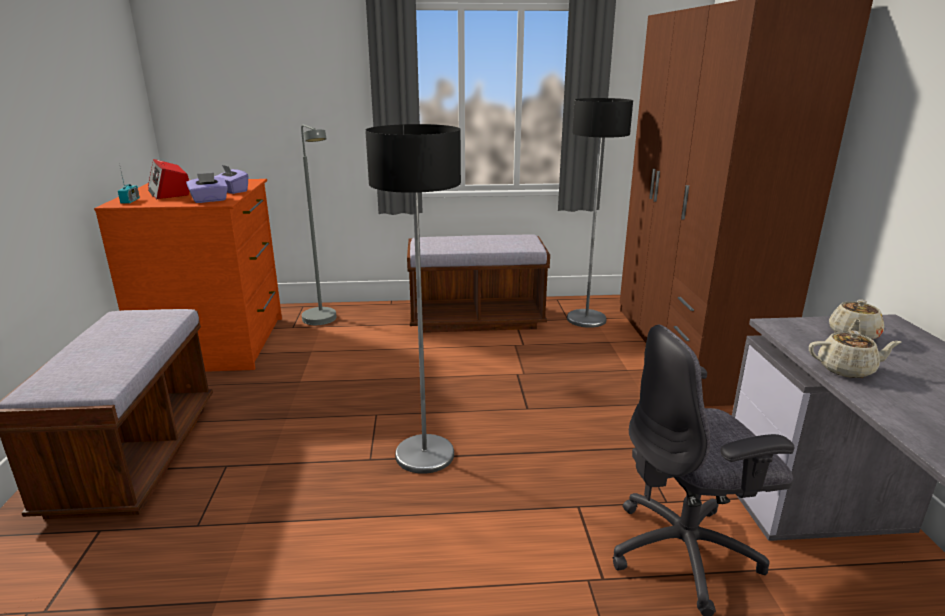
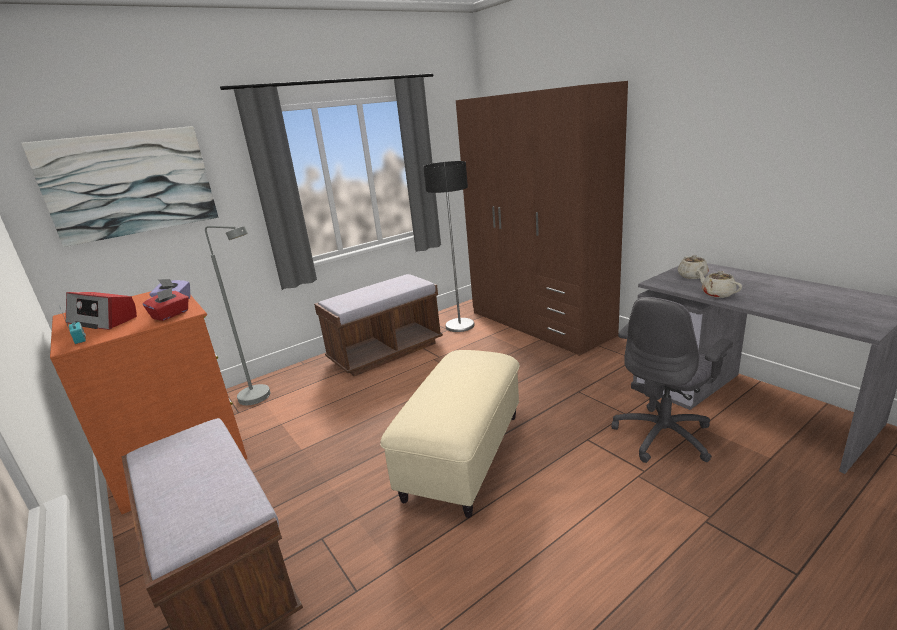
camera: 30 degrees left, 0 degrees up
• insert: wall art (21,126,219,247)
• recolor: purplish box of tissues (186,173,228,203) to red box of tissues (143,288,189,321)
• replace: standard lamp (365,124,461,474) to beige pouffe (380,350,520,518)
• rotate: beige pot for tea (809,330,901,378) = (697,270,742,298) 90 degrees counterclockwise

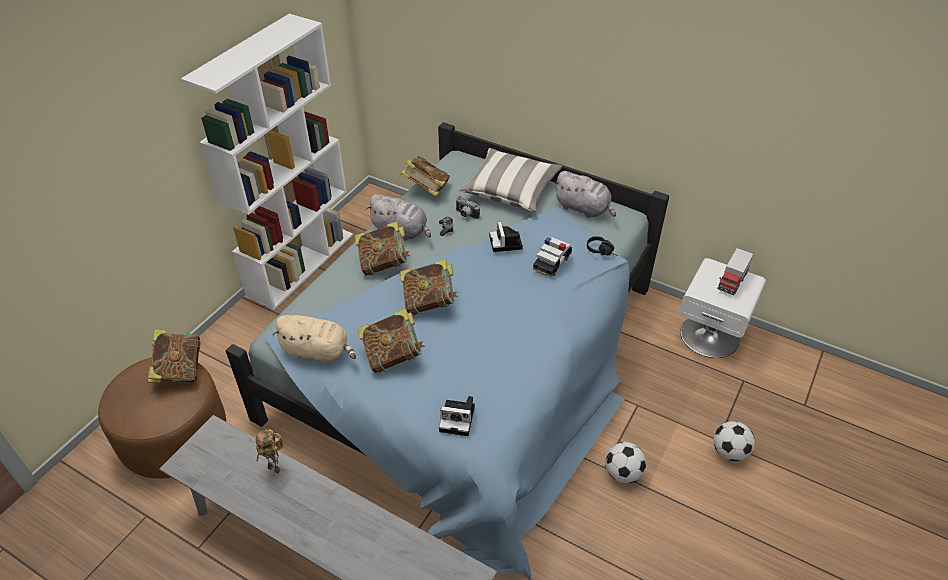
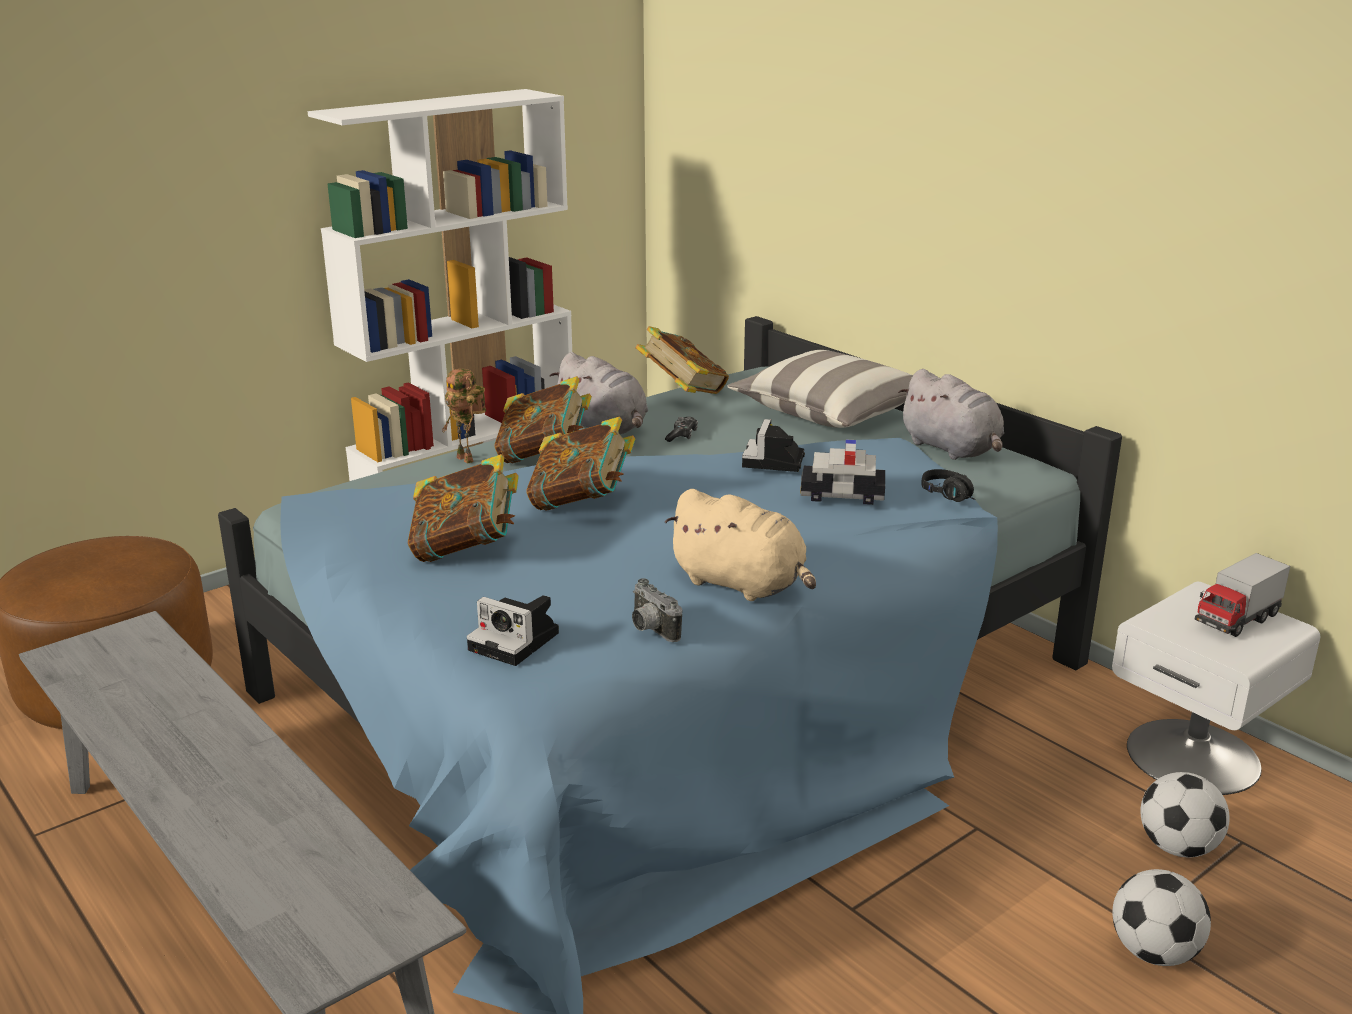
camera: 20 degrees right, 20 degrees down
• move: model robot (256,429,284,474) to (442,369,486,464)
• move: photo camera (456,196,480,219) to (632,578,682,642)
• move: beige cuddly toy (272,315,356,364) to (665,489,816,601)
• rotate: miniature car (533,237,572,277) = (800,440,885,505) 45 degrees clockwise
• move: football ball (605,442,646,483) to (1140,772,1230,857)
• delete: volume (147,329,201,383)

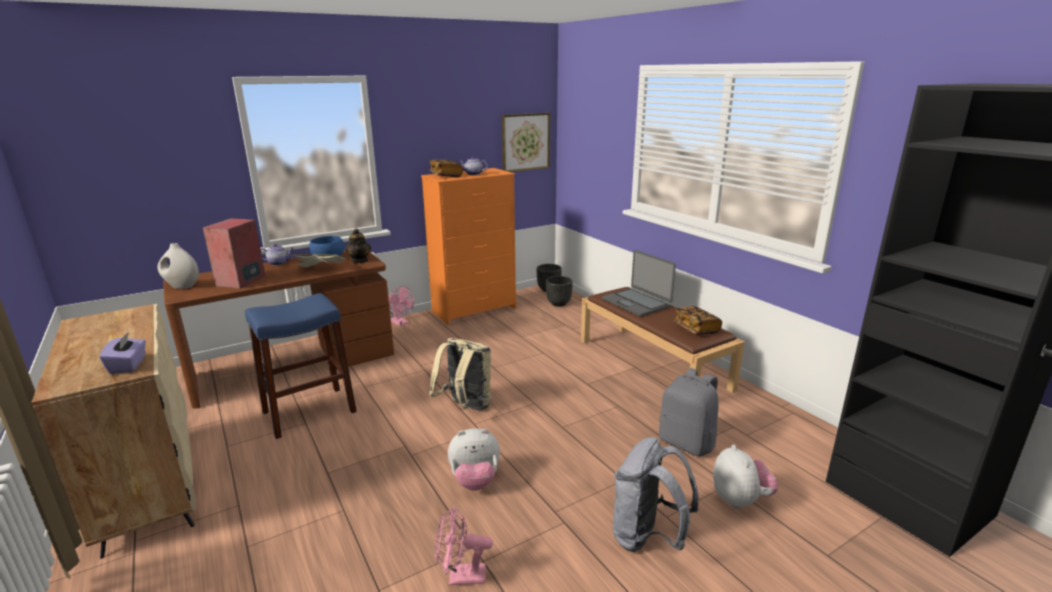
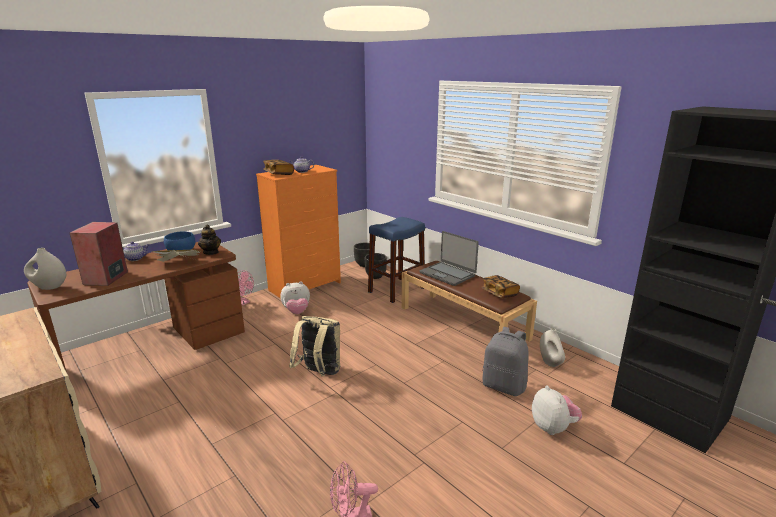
camera: 10 degrees left, 0 degrees up
• move: cuddly toy (448,428,500,491) to (281,281,310,314)
• move: blue-coloured sitting stool (245,293,357,439) to (368,217,425,303)
• insert: white vase (540,328,565,367)
• delete: purplish box of tissues (99,332,146,374)
• delete: wall art (502,113,550,172)
• delete: greyish backpack (613,437,699,552)

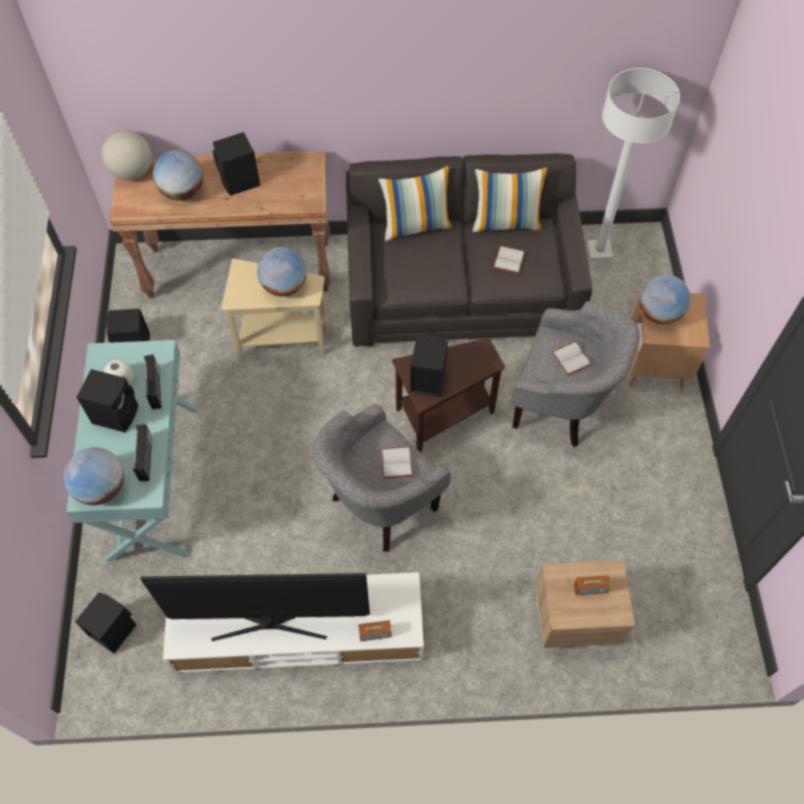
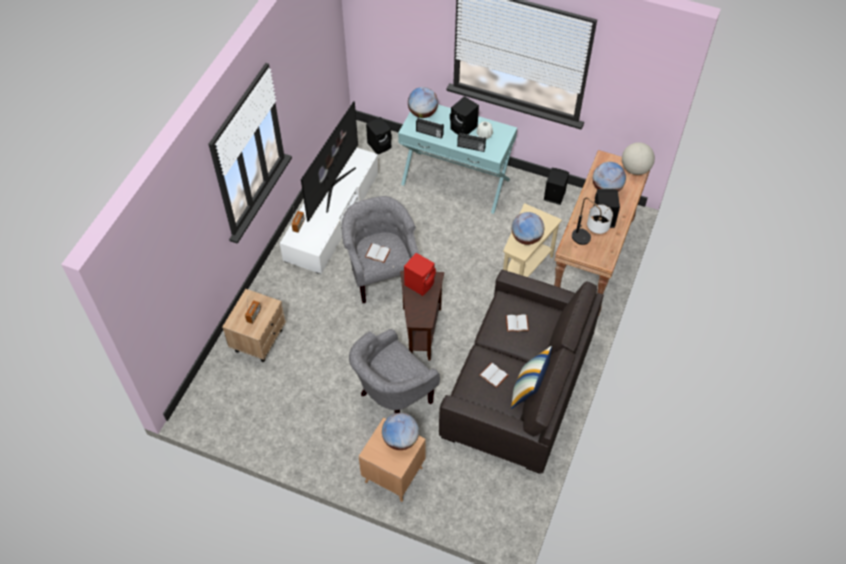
camera: 115 degrees right, 5 degrees down
• recolor: black-coloured audio speaker (410,336,448,397) to red audio speaker (404,253,436,296)
• move: white volume (552,341,591,376) to (506,314,529,332)
• insert: table lamp (572,198,613,245)
• delete: cushion (378,165,453,241)
• delete: white standard lamp (587,68,680,260)

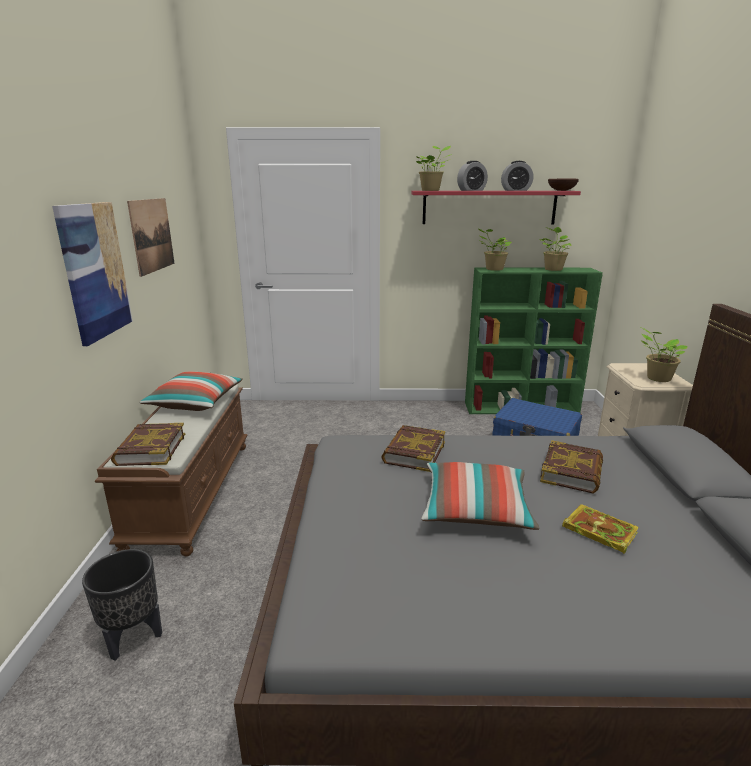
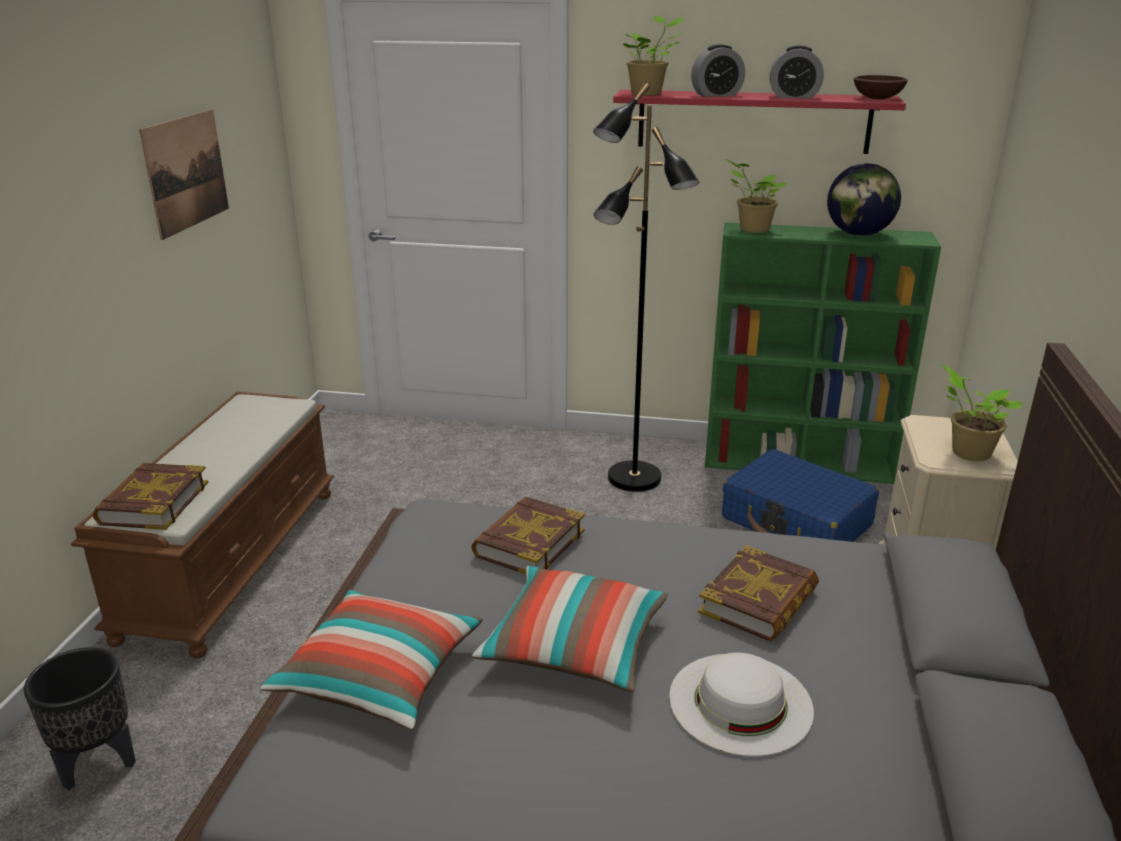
camera: 10 degrees right, 5 degrees up
• move: cushion (139,372,243,411) to (260,590,483,730)
• insert: black-coloured standard lamp (593,83,700,492)
• replace: volume (562,504,639,554) to white clothing hat (669,653,814,756)
• replace: potted plant (539,227,572,271) to desk globe (827,163,901,236)
• delete: wall art (52,202,133,346)

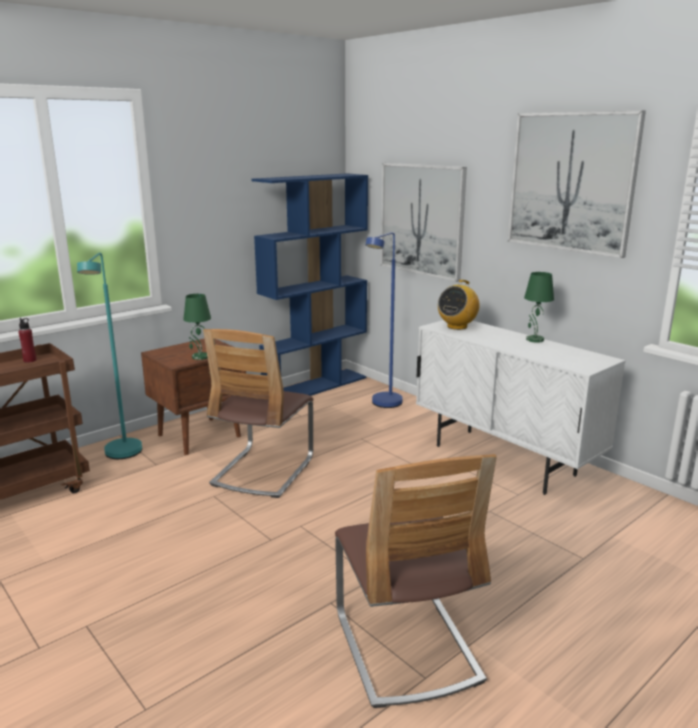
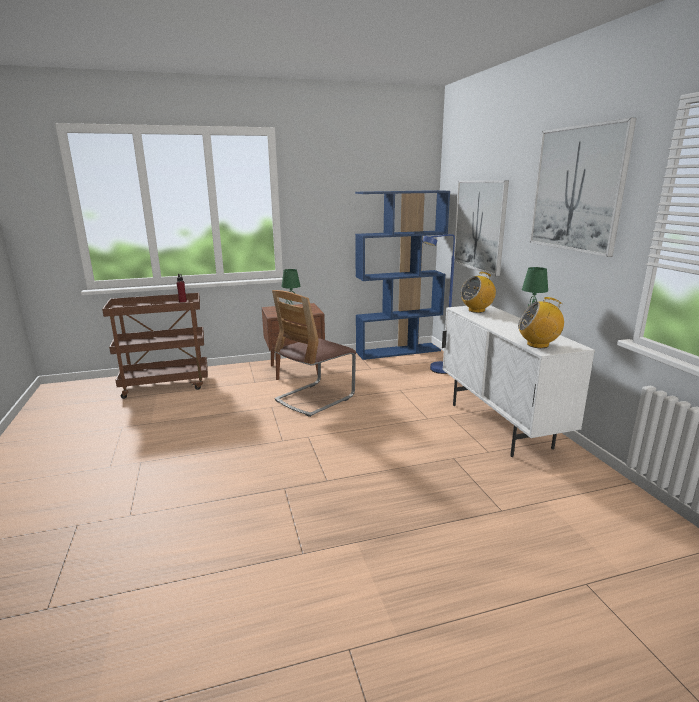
camera: 25 degrees right, 0 degrees up
• insert: radio set (518,297,564,348)
• delete: turquoise-coloured standard lamp (77,253,142,459)
• delete: plain chair (335,454,497,708)

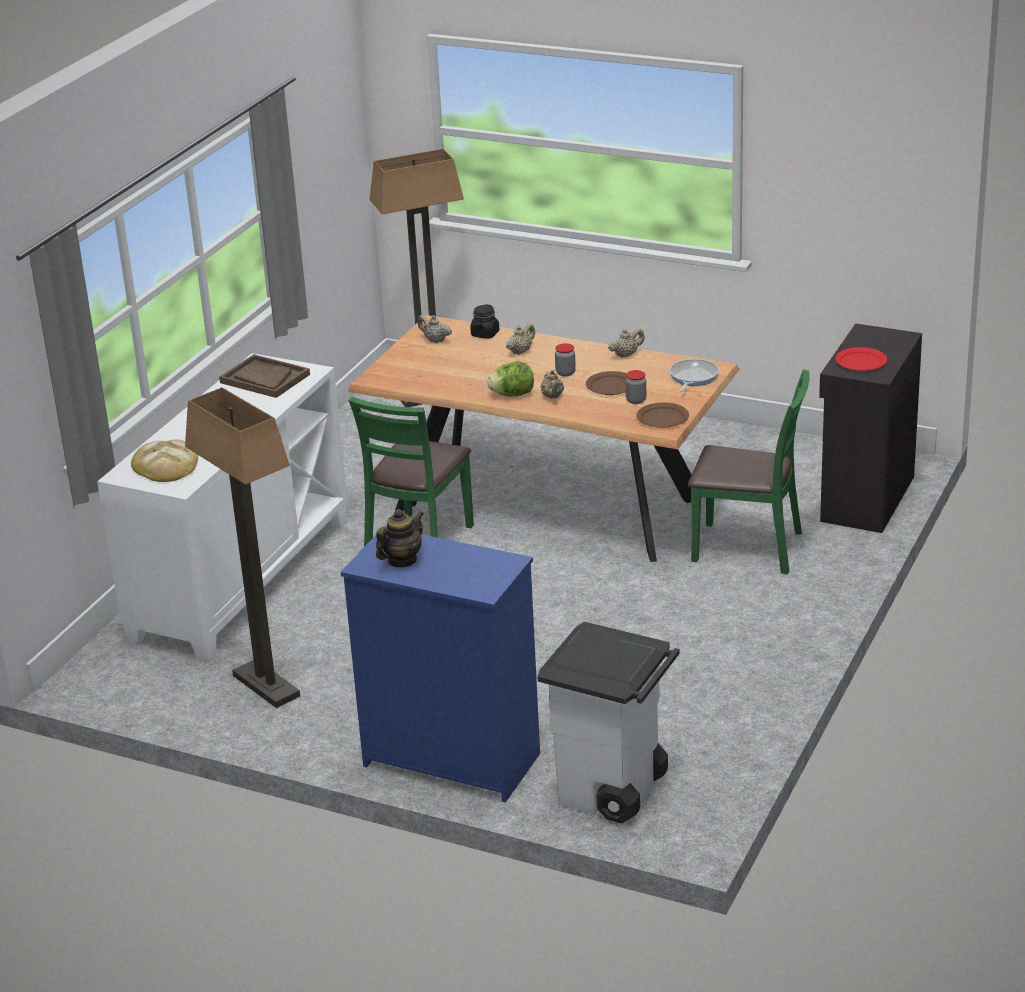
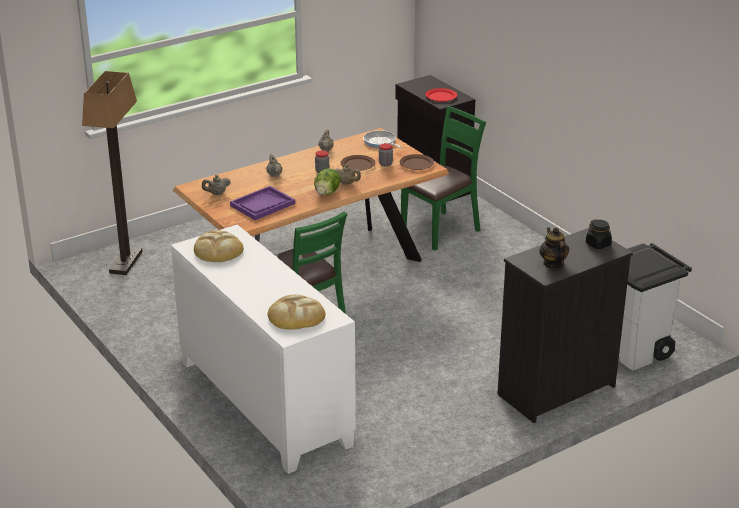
camera: 60 degrees left, 0 degrees up
• replace: brownish carrying tray (219,354,310,398) to bread (194,230,244,262)
• insert: purplish carrying tray (230,186,295,220)
• recolor: blue-coloured drawer chest (341,535,540,803) to black-coloured drawer chest (497,228,633,423)
• move: black-coloured storage jar (470,304,499,339) to (586,219,612,249)
• delete: standard lamp (185,387,300,708)

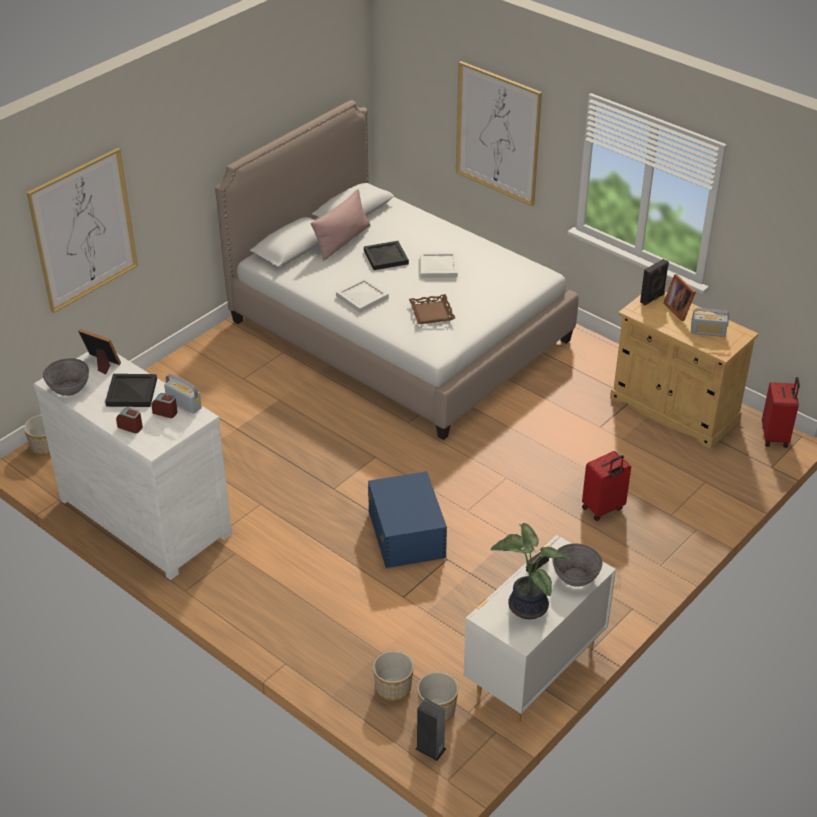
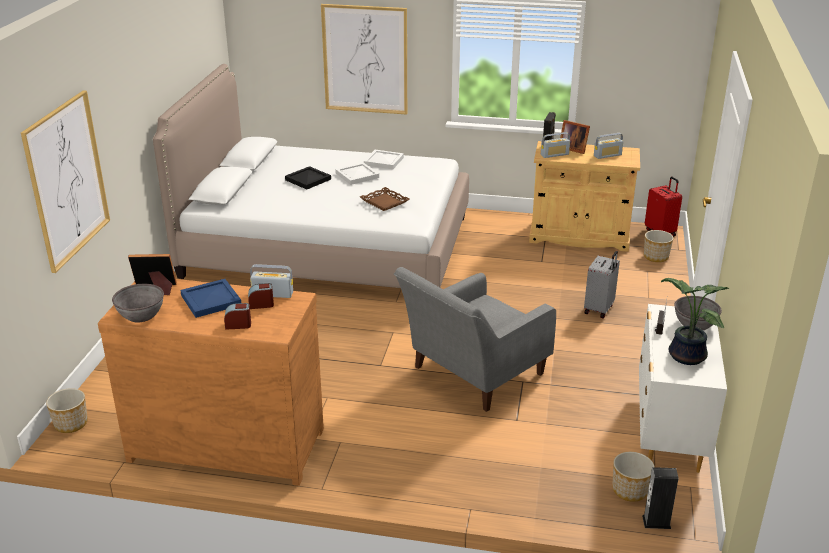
camera: 30 degrees left, 10 degrees down
• recolor: white drawer chest (34,352,232,580) to brownish drawer chest (98,279,324,486)
• recolor: black-coloured carrying tray (105,374,157,407) to blue-coloured carrying tray (180,279,241,318)
• move: white carrying tray (336,278,389,313) to (364,150,404,169)
• replace: blue-coloured storage container (368,471,447,568) to greyish armchair (394,267,556,412)
• insert: radio set (541,132,570,158)
• recolor: red piece of luggage (582,451,631,521) to greyish piece of luggage (584,251,620,318)
• move: flower pot (373,651,414,701) to (644,230,673,262)
• delete: pinkish cushion (311,189,370,261)

